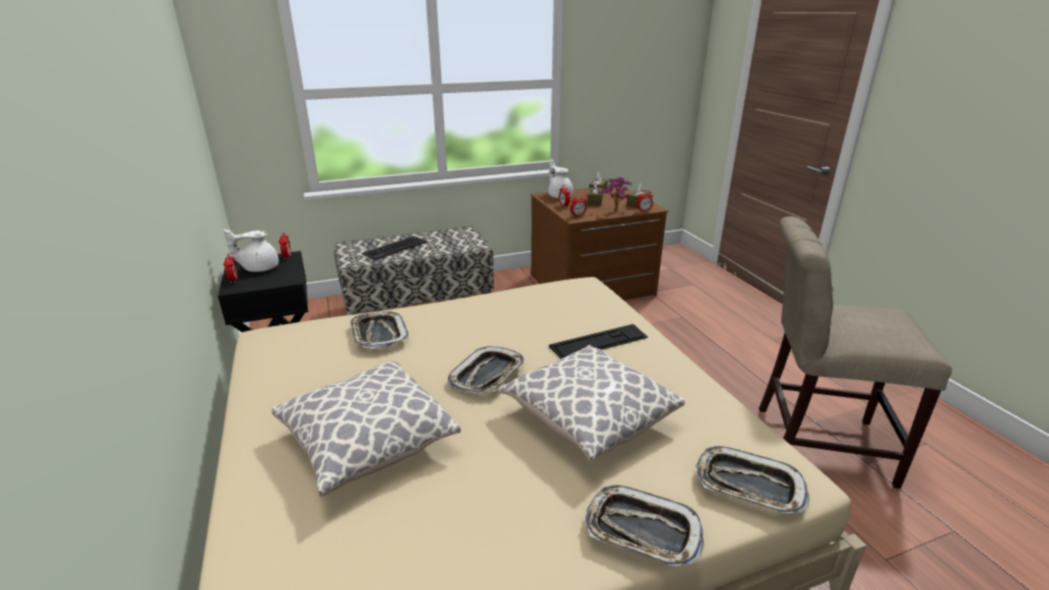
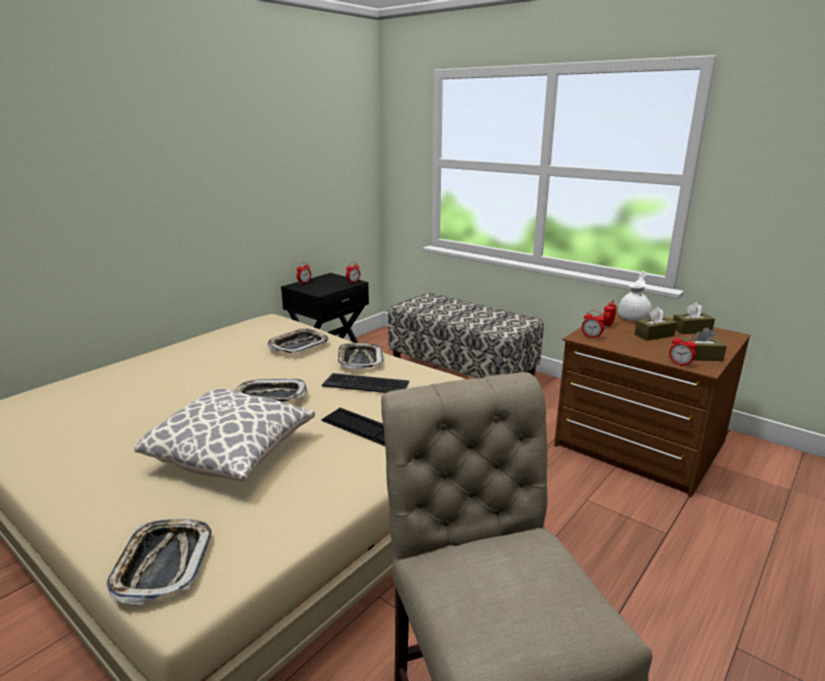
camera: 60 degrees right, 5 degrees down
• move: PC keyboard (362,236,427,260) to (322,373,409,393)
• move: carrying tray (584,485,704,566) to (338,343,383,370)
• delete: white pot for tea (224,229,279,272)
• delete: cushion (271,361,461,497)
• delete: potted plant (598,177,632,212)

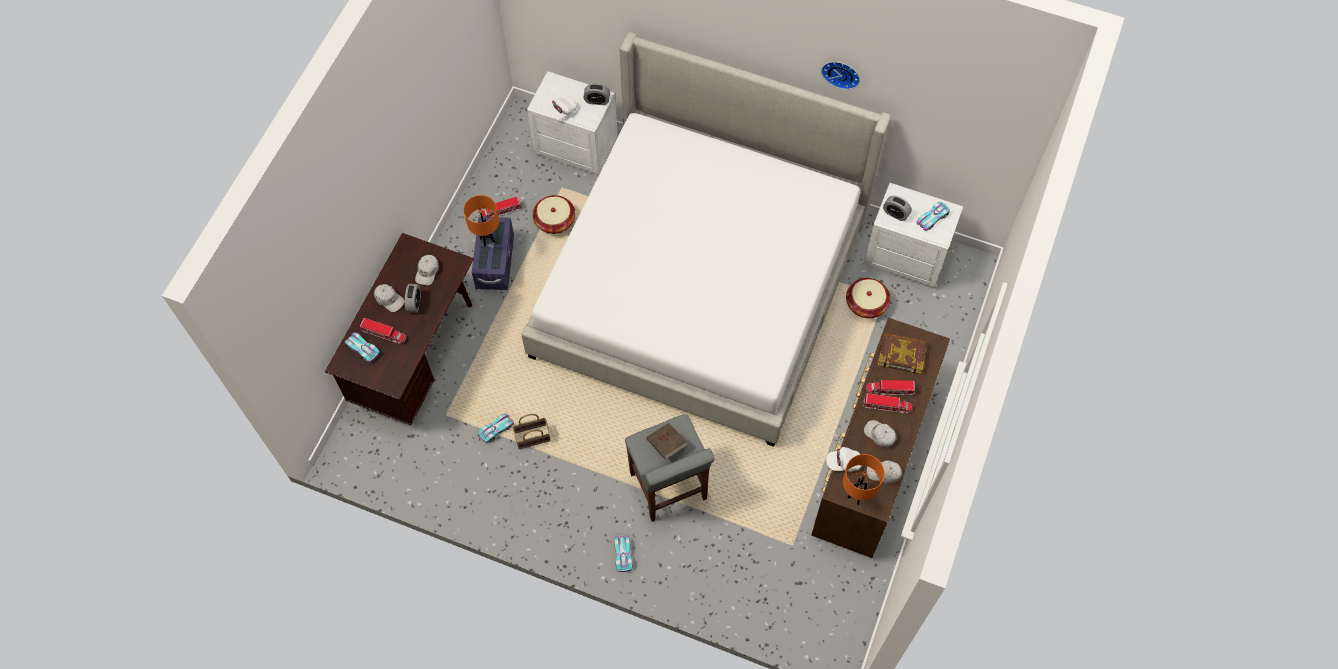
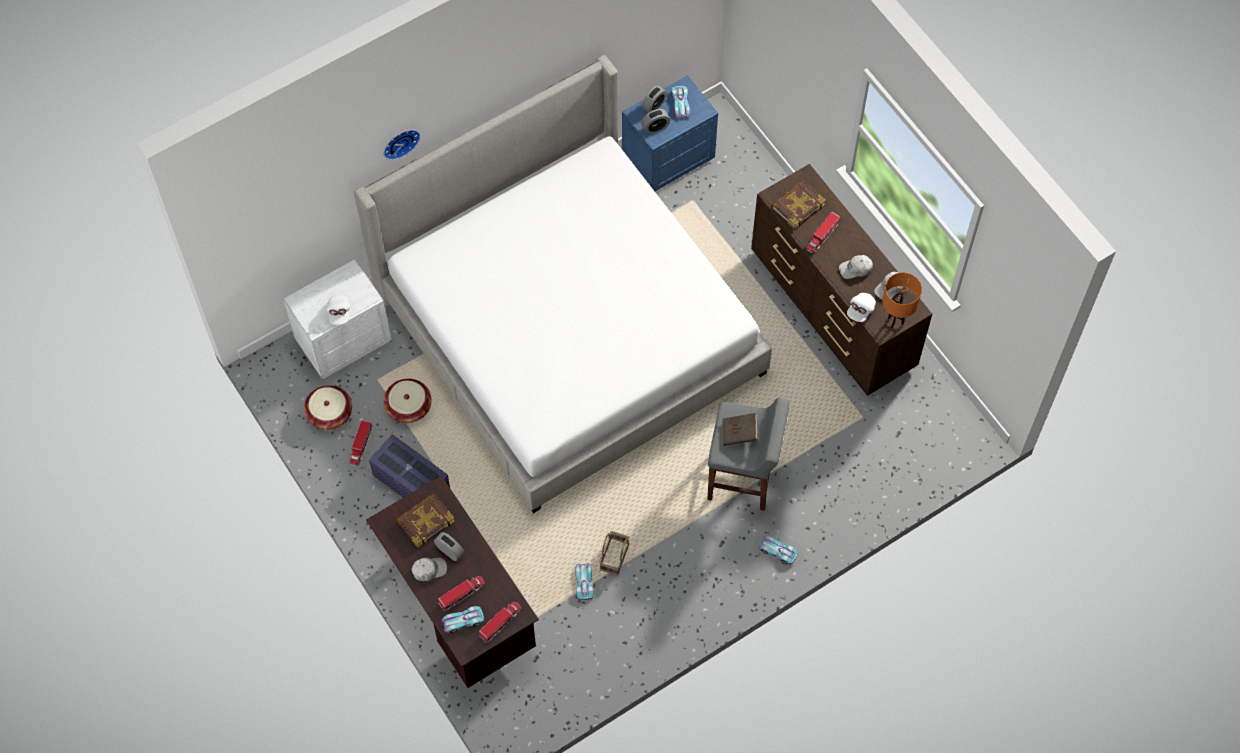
camera: 55 degrees left, 0 degrees up
• move: household basket (846,278,890,318) to (304,385,352,430)
• move: clock on the wall (821,62,860,90) to (384,129,420,160)
• replace: white cap (415,255,439,285) to volume (396,494,455,548)
• move: model truck (863,393,912,413) to (479,602,521,643)
• recolor: white nightstand (864,183,963,288) to blue-coloured nightstand (622,75,718,191)
• move: alarm clock (583,83,610,105) to (642,86,667,113)
• delete: orangey table lamp (464,195,499,247)

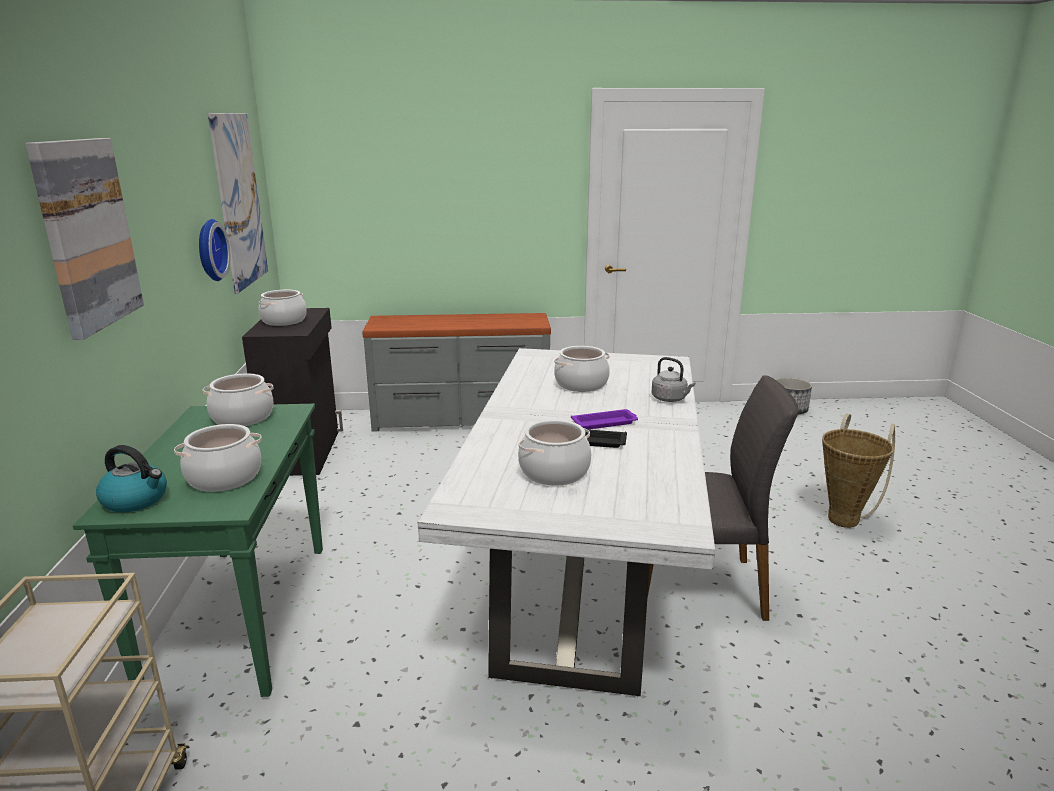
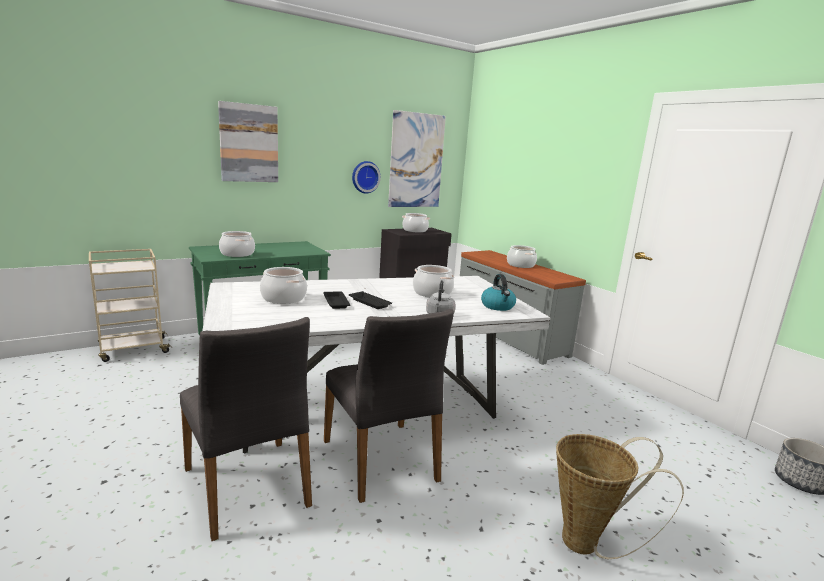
camera: 60 degrees right, 5 degrees down
• insert: greyish plain chair (180,317,312,541)
• recolor: purplish carrying tray (571,409,638,429) to black-coloured carrying tray (349,291,392,309)
• move: water kettle (96,445,167,512) to (481,274,516,311)
• move: stockpot (203,373,274,426) to (507,245,537,268)

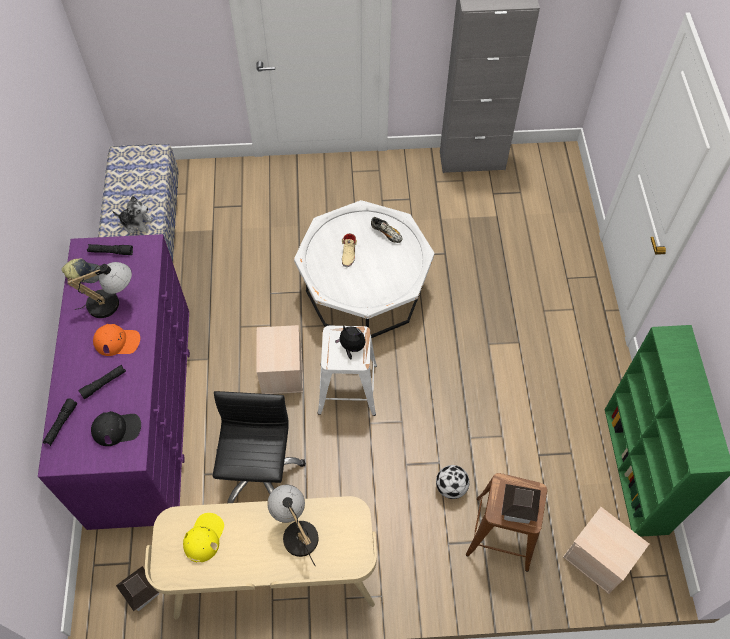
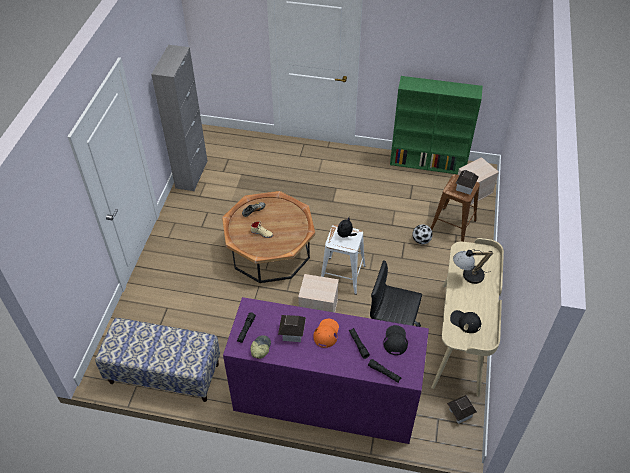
camera: 75 degrees left, 10 degrees down
• recolor: white lounge table (294,200,434,338) to brownish lounge table (222,191,315,283)
• replace: table lamp (67,262,132,318) to miniature house (278,315,306,342)
• recolor: yellowish cap (183,513,224,562) to black-coloured cap (450,310,481,333)
• delete: cuddly toy (112,196,153,233)

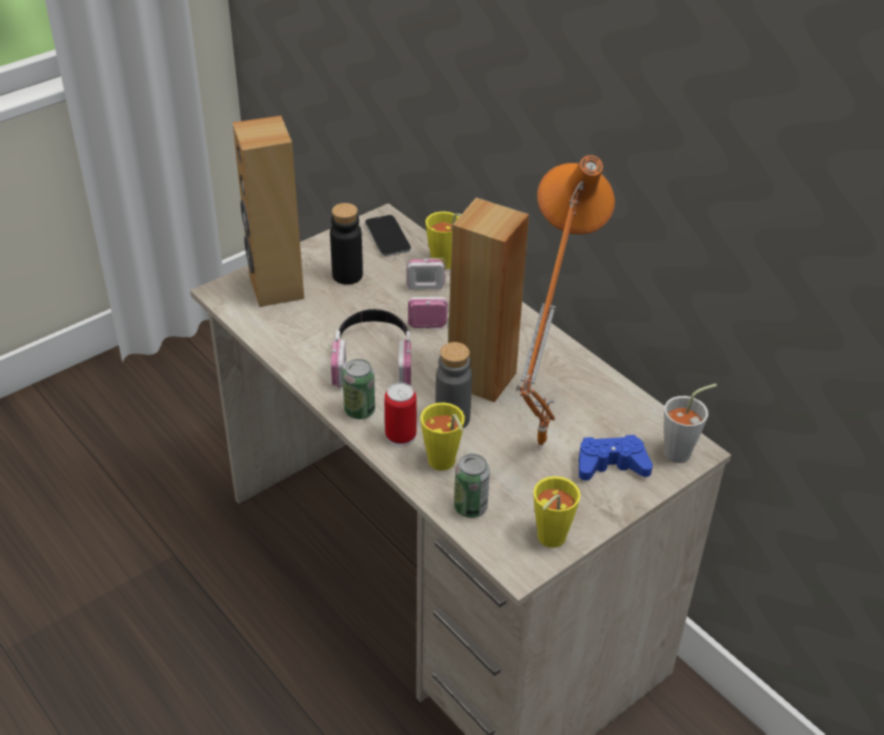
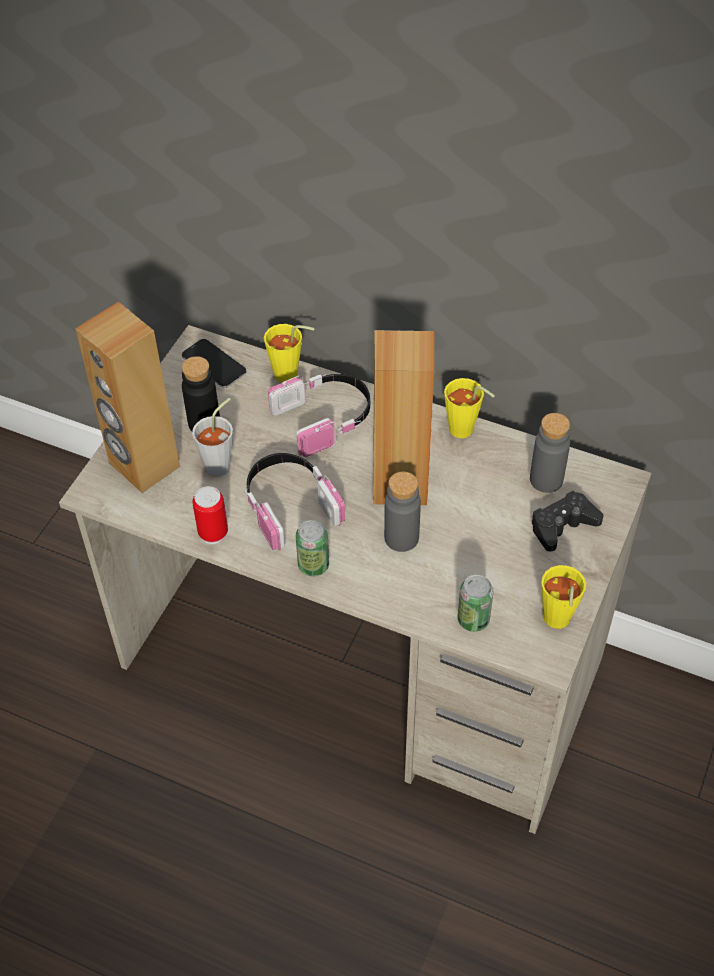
camera: 25 degrees left, 10 degrees up
• move: greyish small cup (664,384,717,463) to (192,398,233,477)
• move: metal can (384,383,417,447) to (192,486,228,544)
• move: yellowish small cup (421,403,465,471) to (444,378,495,438)
• insert: greyish beverage bottle (530,413,570,493)
• recolor: blue-coloured joypad (579,435,653,481) to black-coloured joypad (531,491,604,552)
• delete: orangey table lamp (516,155,615,451)

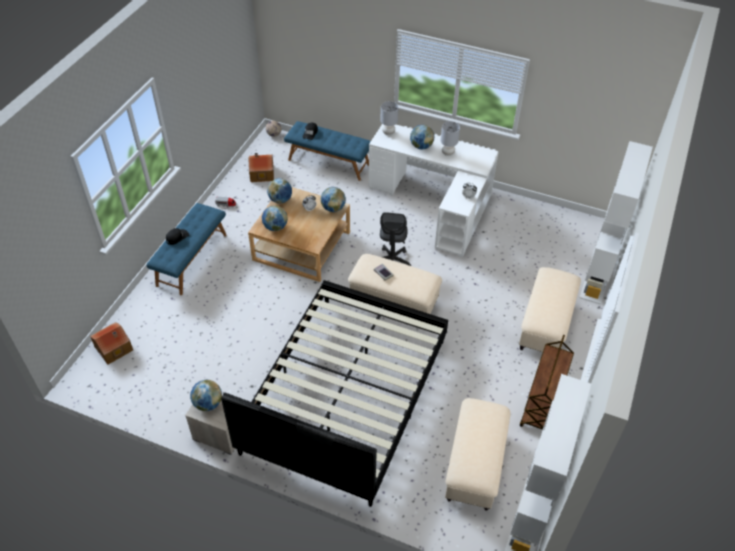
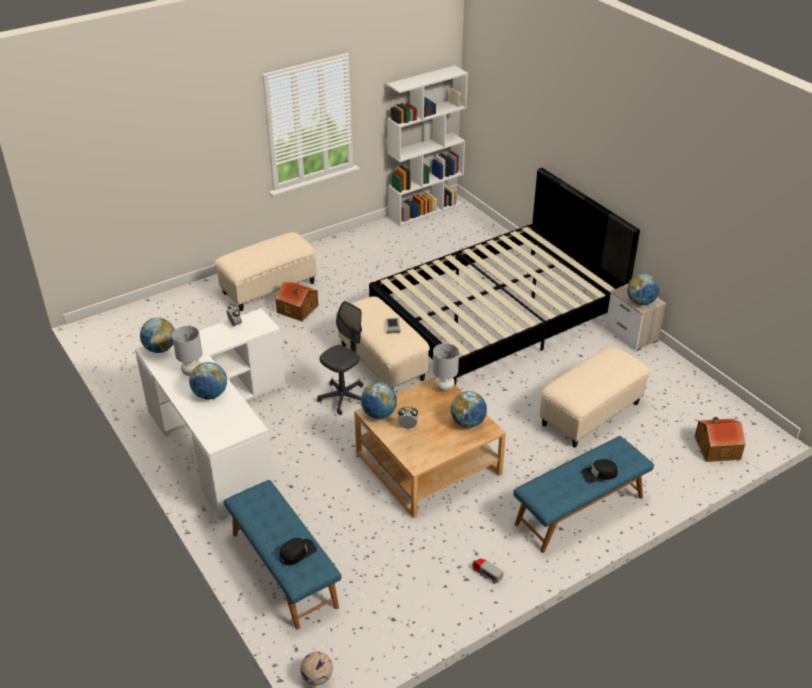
camera: 145 degrees left, 10 degrees down
• move: desk globe (267,178,292,204) to (140,318,175,353)
• move: miniature house (248,153,274,182) to (275,282,318,321)
• move: greyish table lamp (380,101,399,135) to (433,343,459,392)
• move: beige pouffe (445,398,511,511) to (539,347,650,448)
• delete: brownish trolley (520,335,574,430)
• delete: white bookcase (580,141,653,304)

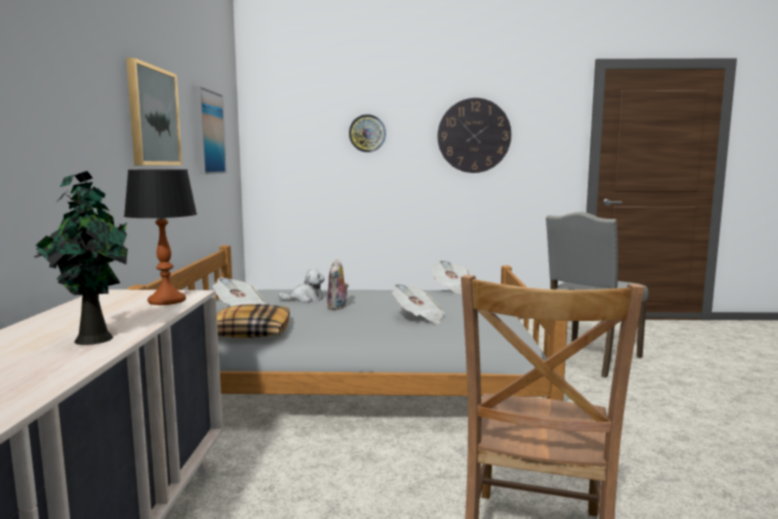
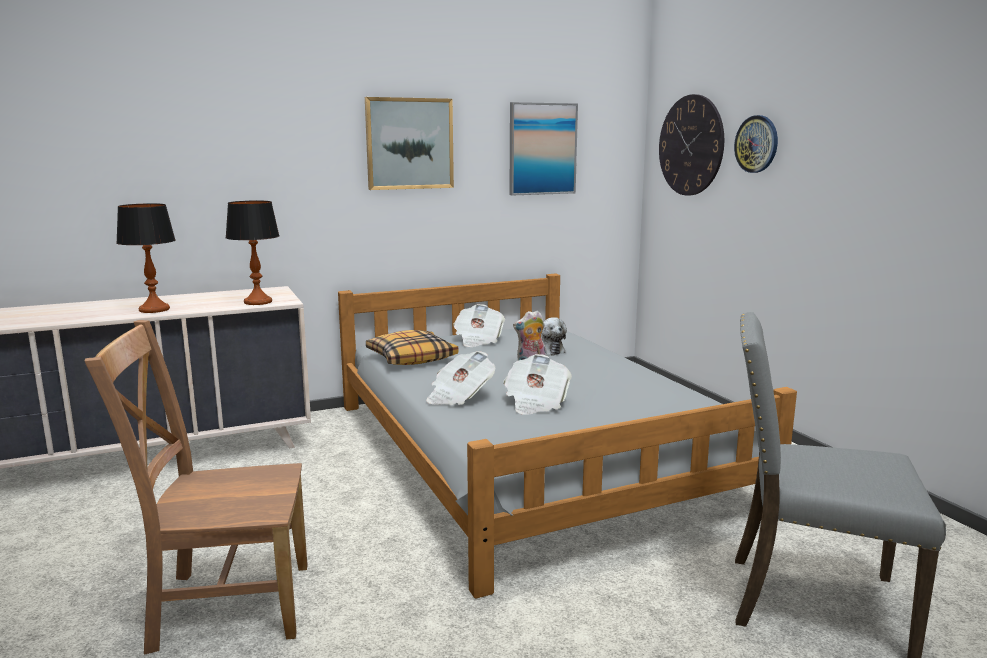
camera: 65 degrees right, 5 degrees up
• replace: potted plant (33,171,128,345) to table lamp (116,203,176,313)
• move: printed paper (432,260,471,294) to (426,351,495,405)
• move: clock on the wall (438,98,511,173) to (659,94,724,196)

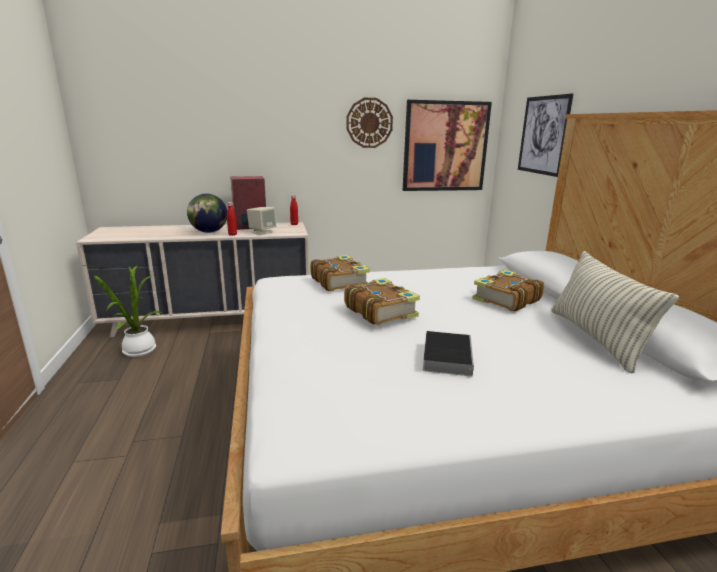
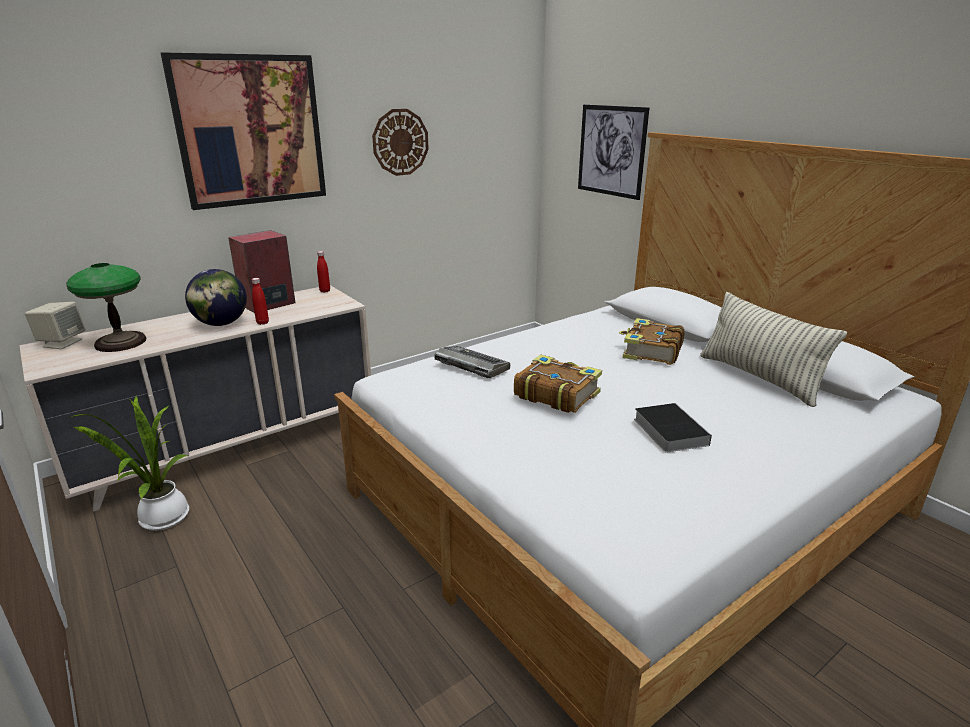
camera: 25 degrees left, 5 degrees up
• move: beige audio speaker (247,207,277,235) to (25,302,85,349)
• insert: table lamp (66,263,147,352)
• move: wall art (403,100,492,191) to (161,52,326,210)
• replace: volume (310,255,370,291) to PC keyboard (434,345,510,378)

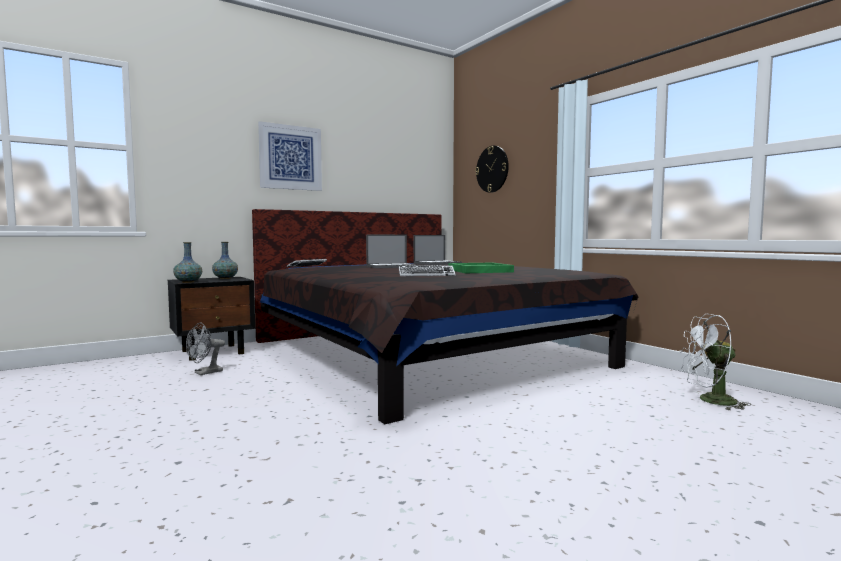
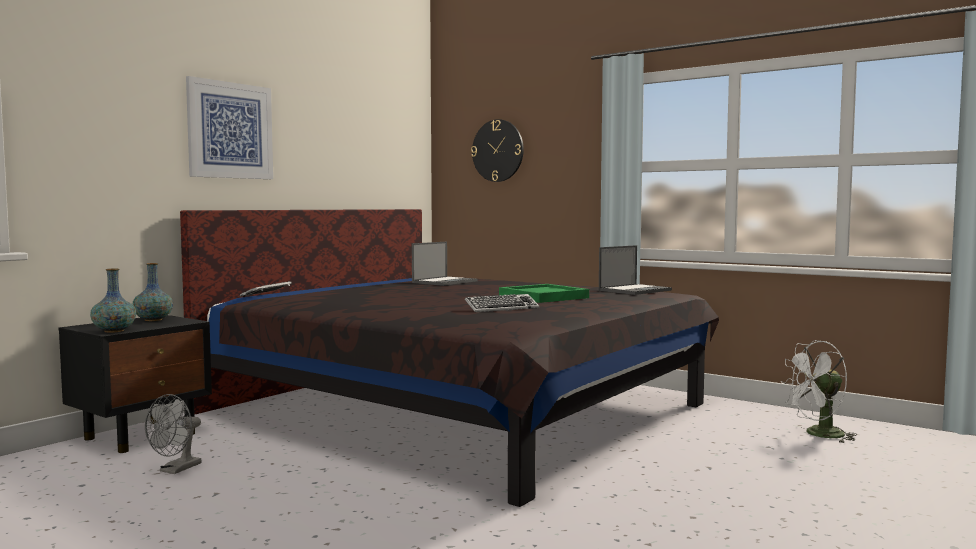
camera: 20 degrees left, 0 degrees up
• move: notebook computer (366,235,418,268) to (599,245,672,295)

